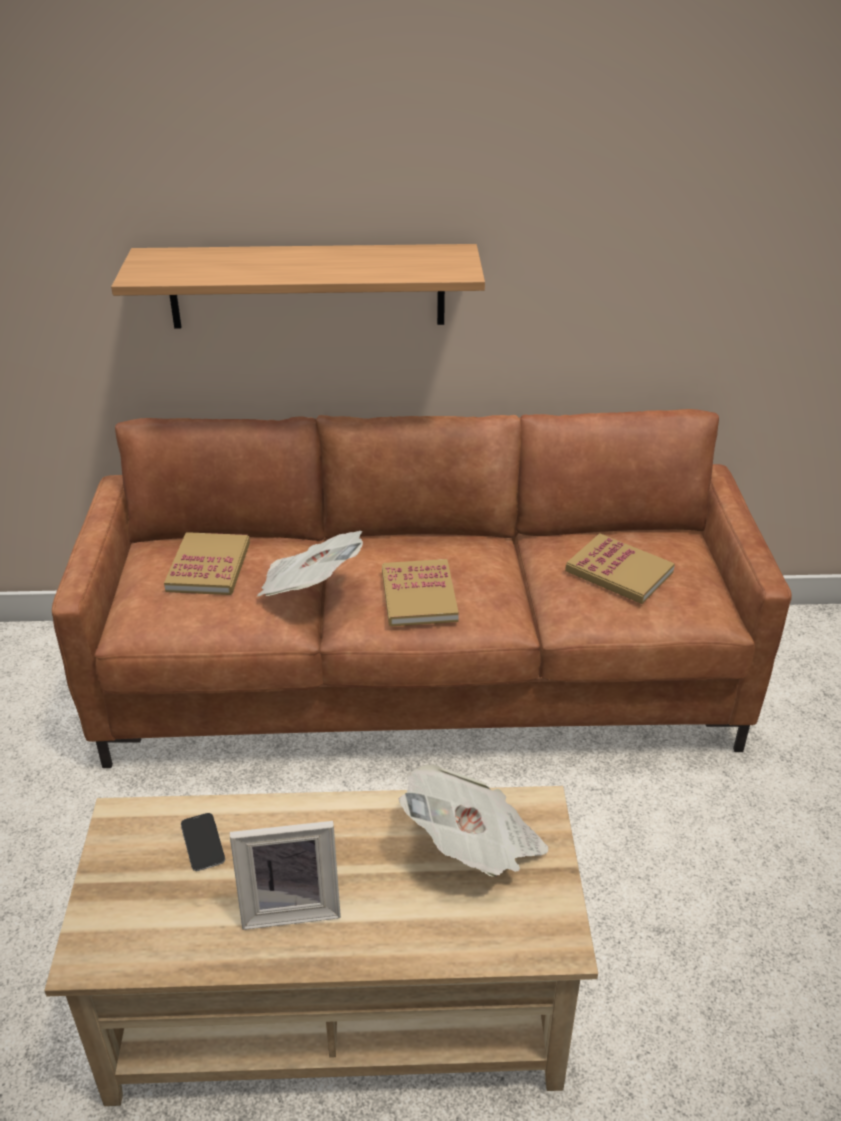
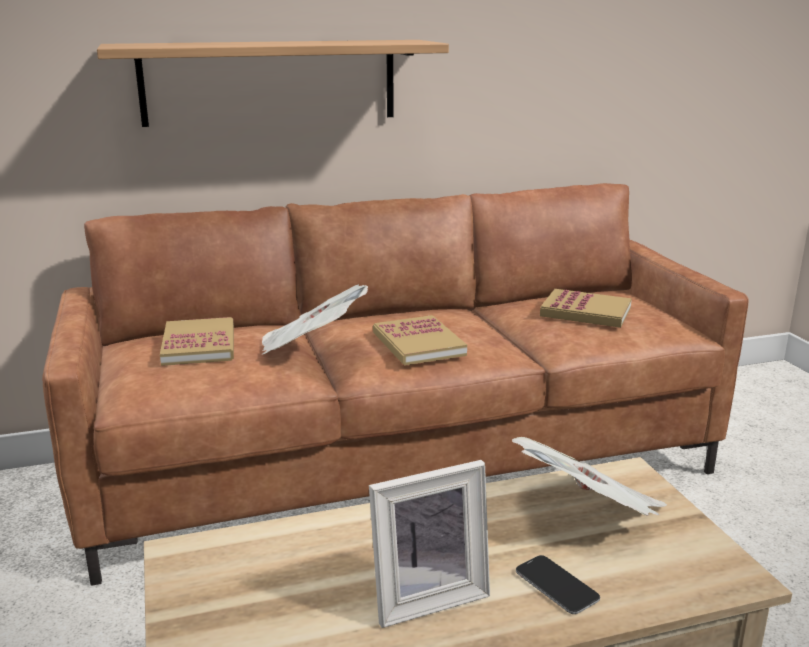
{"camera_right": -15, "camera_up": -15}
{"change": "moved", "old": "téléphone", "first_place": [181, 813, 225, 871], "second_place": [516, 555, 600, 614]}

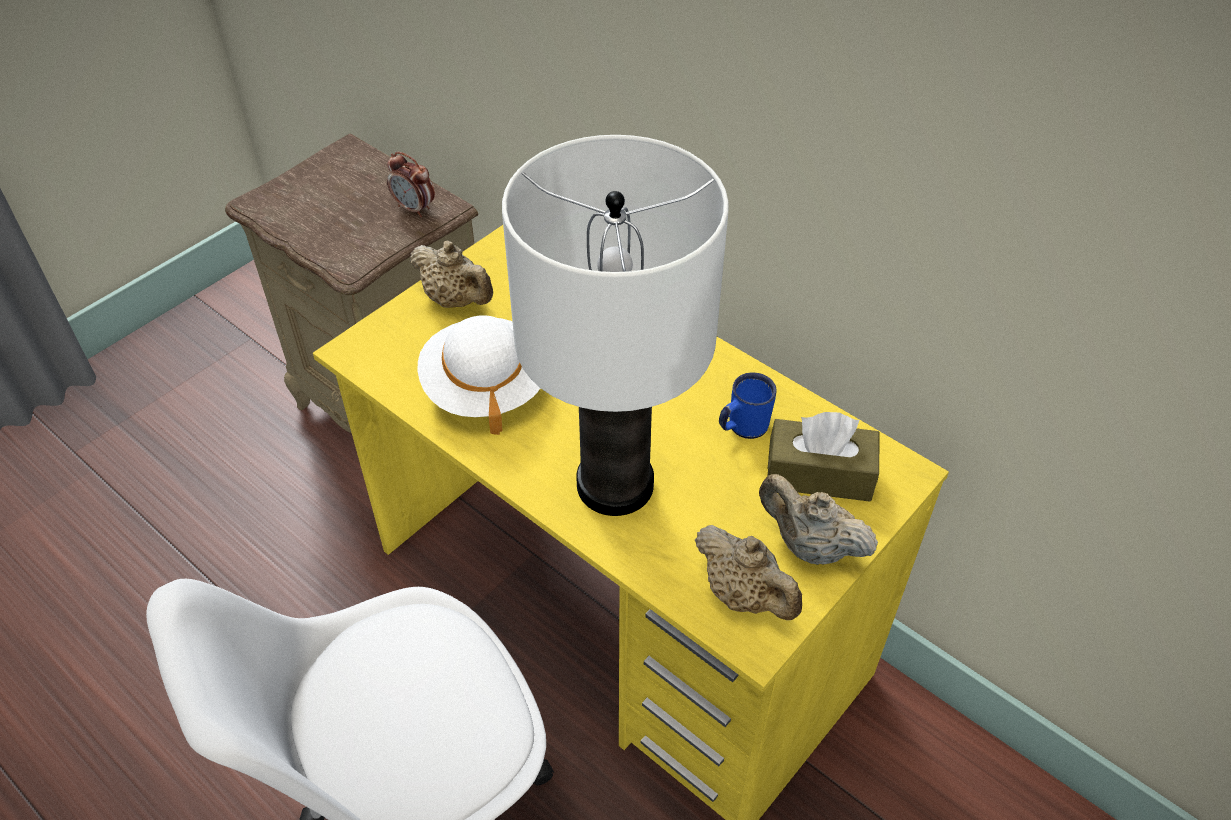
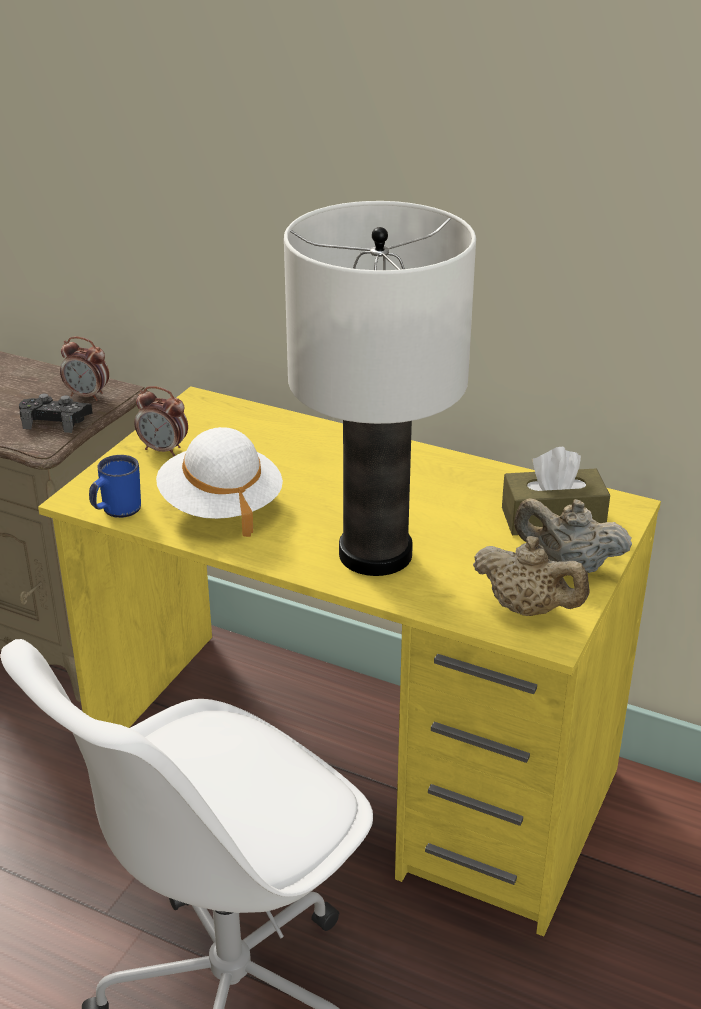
{"camera_right": -15, "camera_up": -15}
{"change": "added", "new": "manette [noir]", "second_place": [19, 393, 93, 433]}
{"change": "moved", "old": "mug [bleu]", "first_place": [719, 372, 777, 439], "second_place": [89, 455, 141, 518]}
{"change": "replaced", "old": "théière [beige]", "new": "réveil", "first_place": [410, 240, 493, 308], "second_place": [134, 386, 188, 456]}

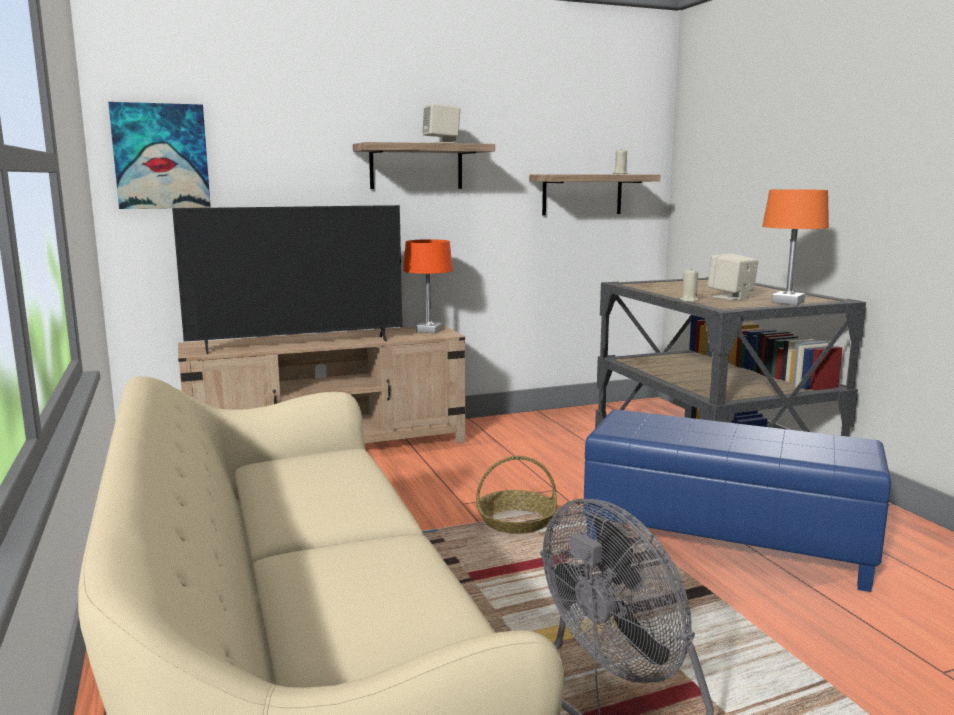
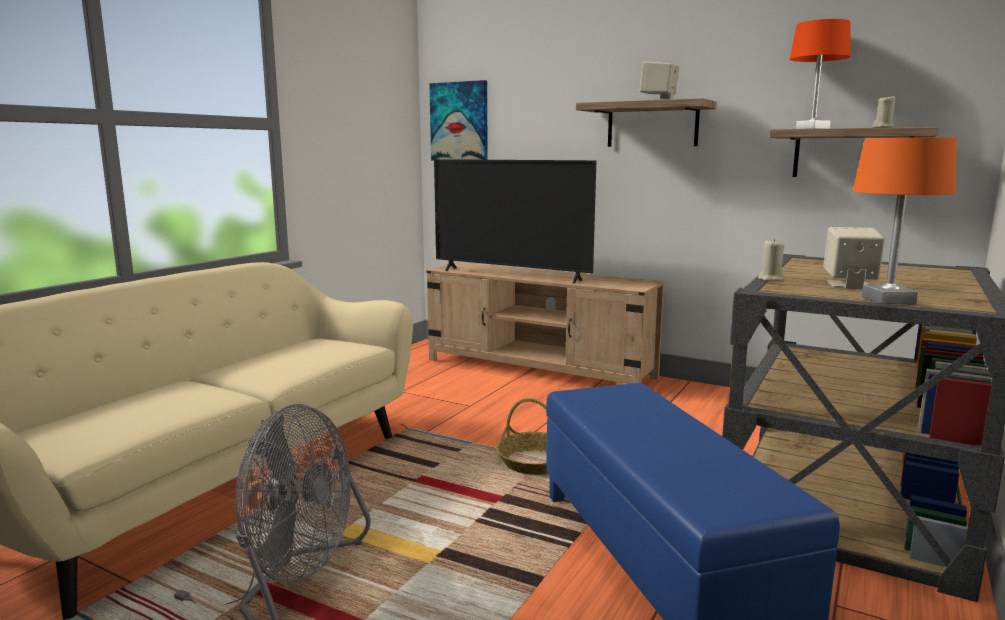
{"camera_right": 50, "camera_up": 0}
{"change": "moved", "old": "lampe de table [orange]", "first_place": [403, 239, 453, 333], "second_place": [790, 19, 851, 129]}

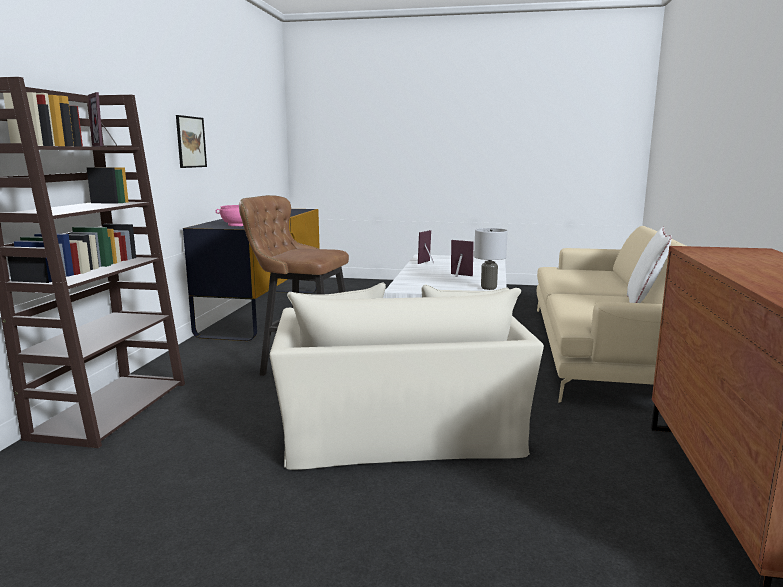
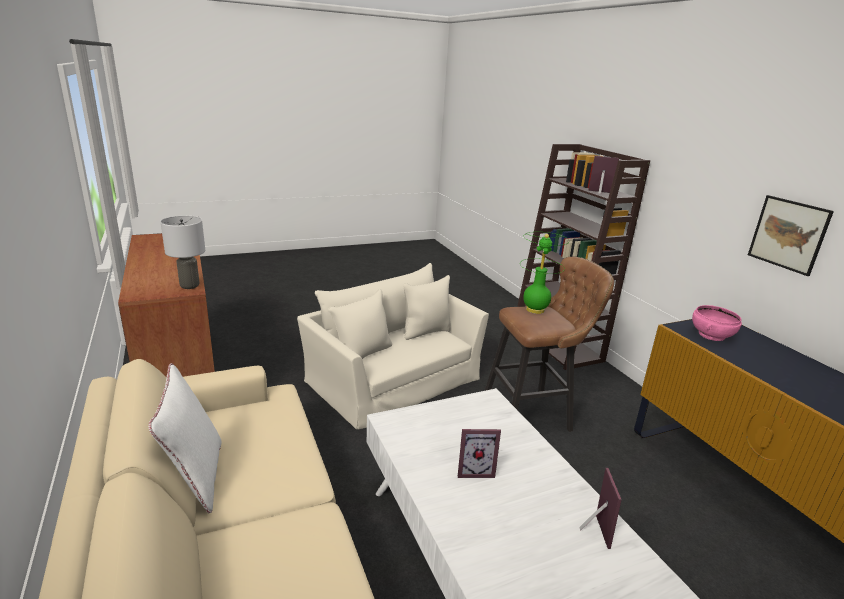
{"camera_right": 145, "camera_up": 10}
{"change": "moved", "old": "lampe de table [blanc]", "first_place": [474, 228, 508, 290], "second_place": [160, 215, 205, 289]}
{"change": "added", "new": "lampe de table [vert]", "second_place": [520, 232, 570, 314]}

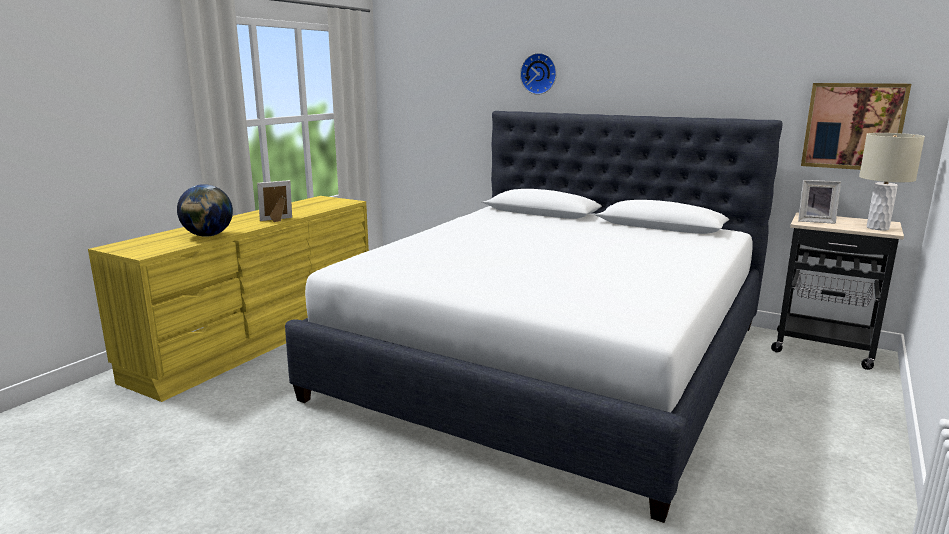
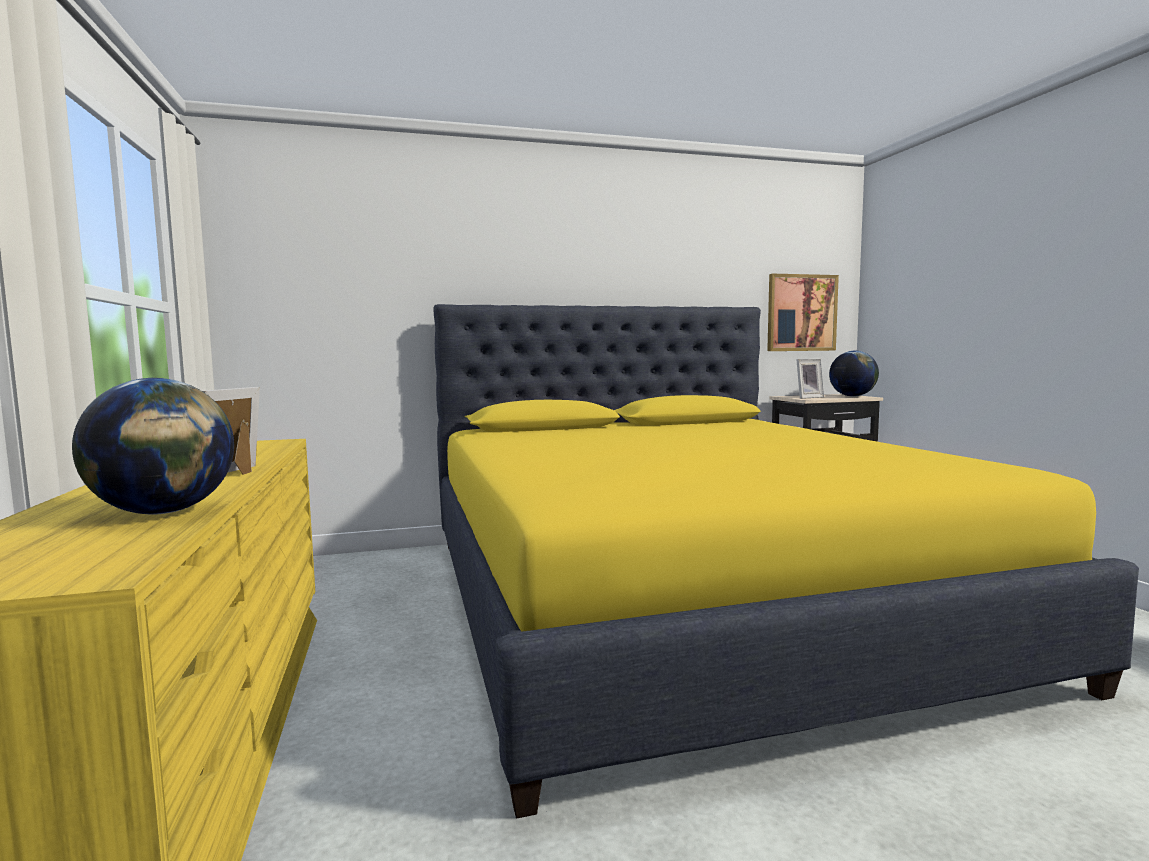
{"camera_right": -45, "camera_up": -10}
{"change": "recoloured", "old": "lit [blanc]", "new": "lit [jaune]", "first_place": [285, 111, 782, 523], "second_place": [434, 304, 1139, 819]}
{"change": "replaced", "old": "lampe de table [beige]", "new": "globe", "first_place": [859, 133, 925, 230], "second_place": [829, 350, 879, 397]}
{"change": "removed", "old": "horloge murale", "first_place": [520, 53, 557, 95]}

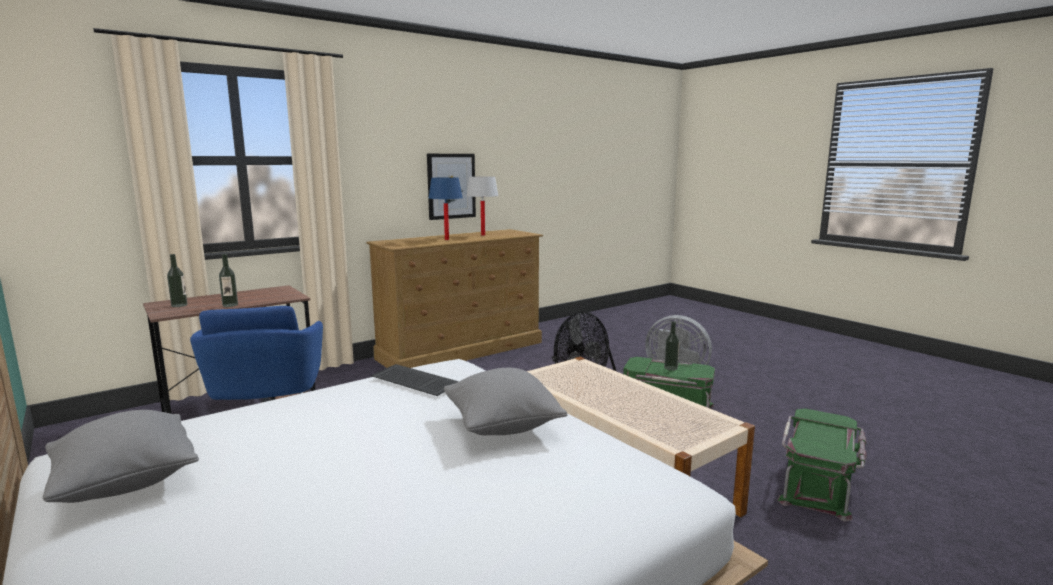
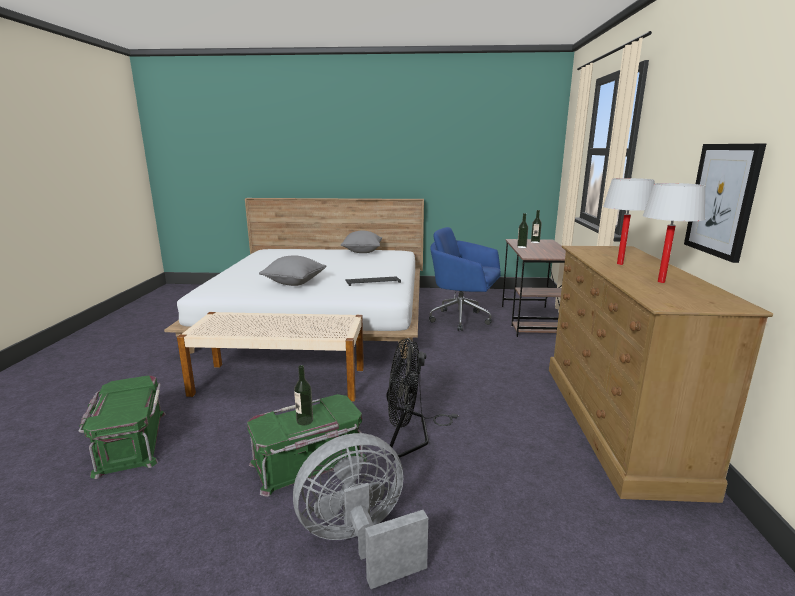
{"camera_right": 130, "camera_up": 5}
{"change": "recoloured", "old": "lampe de table [bleu]", "new": "lampe de table [blanc]", "first_place": [429, 177, 463, 240], "second_place": [603, 178, 654, 265]}

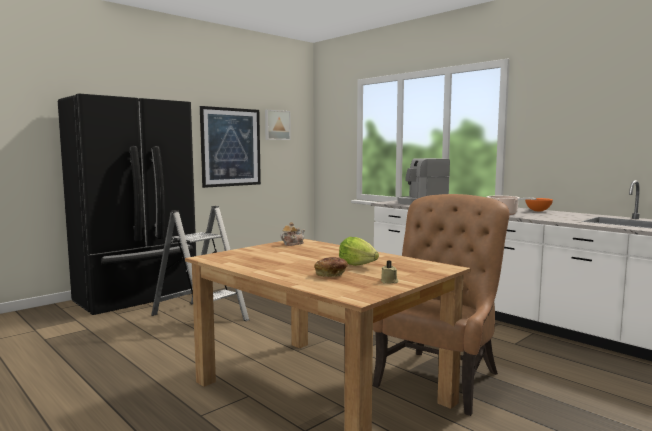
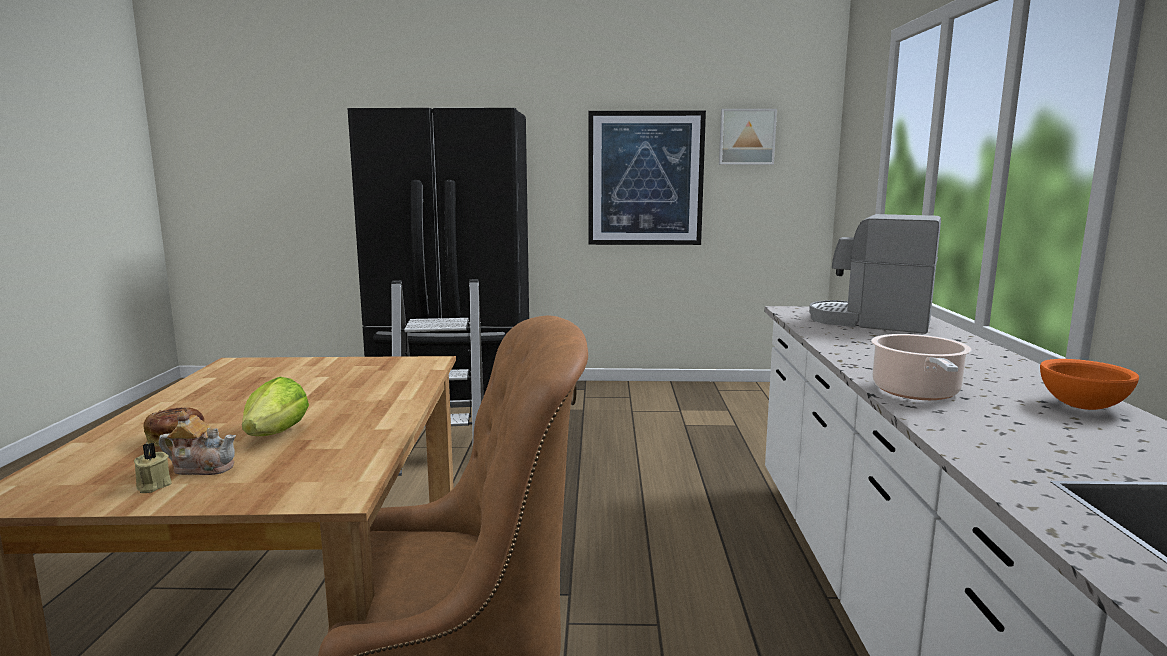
{"camera_right": 45, "camera_up": 5}
{"change": "moved", "old": "théière", "first_place": [281, 222, 305, 246], "second_place": [159, 411, 236, 475]}

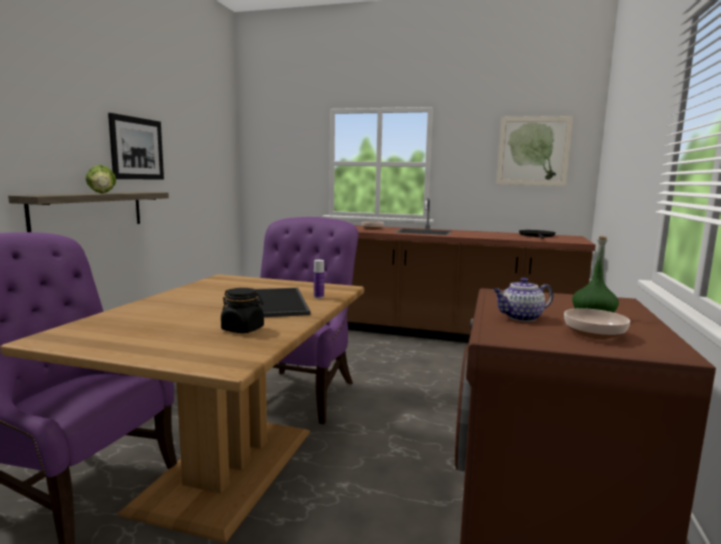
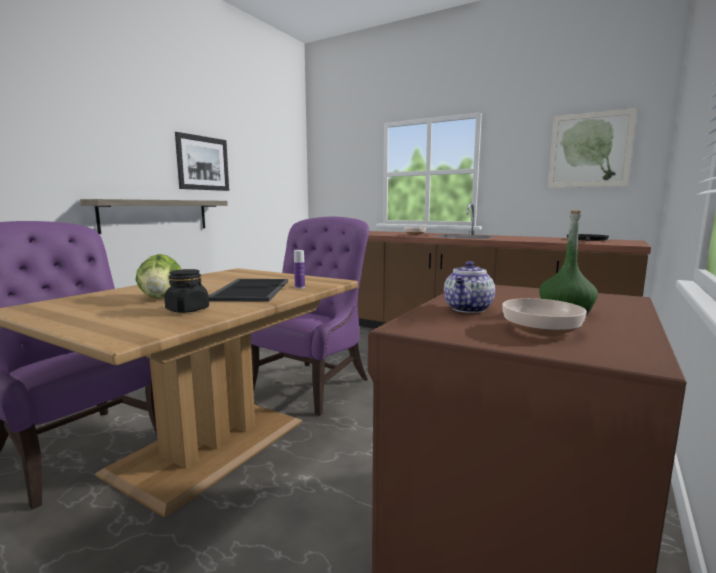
{"camera_right": 15, "camera_up": 0}
{"change": "moved", "old": "laitue", "first_place": [86, 165, 116, 193], "second_place": [135, 254, 181, 299]}
{"change": "turned", "old": "théière", "first_place": [493, 278, 553, 322], "second_place": [444, 261, 495, 313], "degrees": -60}

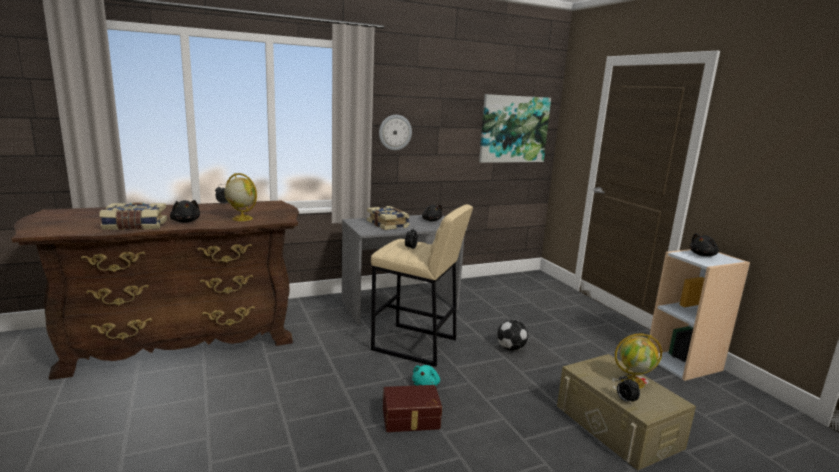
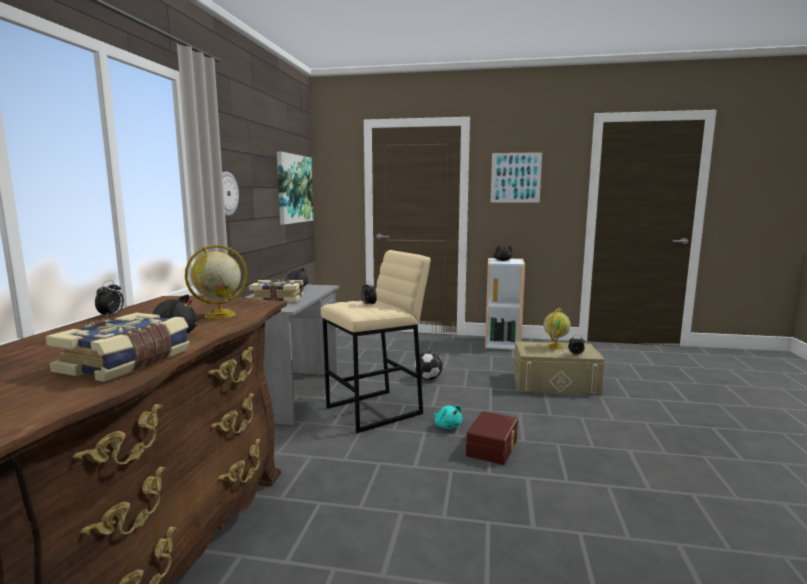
{"camera_right": -55, "camera_up": -5}
{"change": "added", "new": "tableau", "second_place": [491, 152, 542, 203]}

